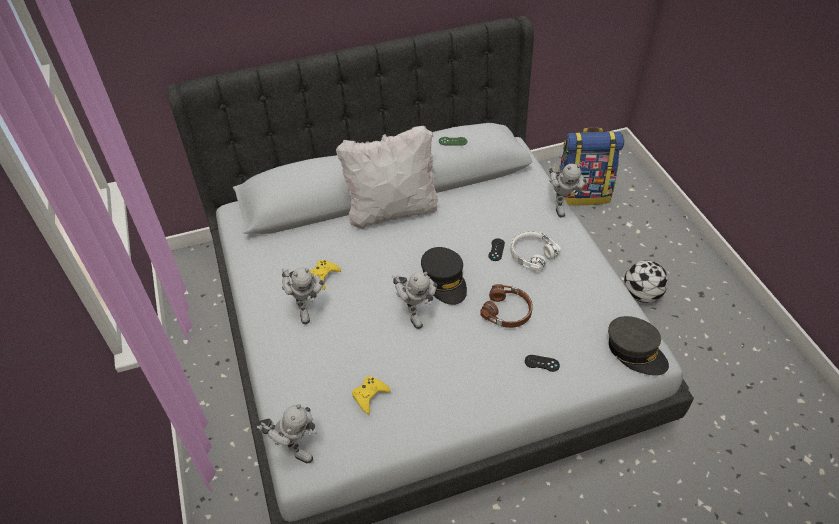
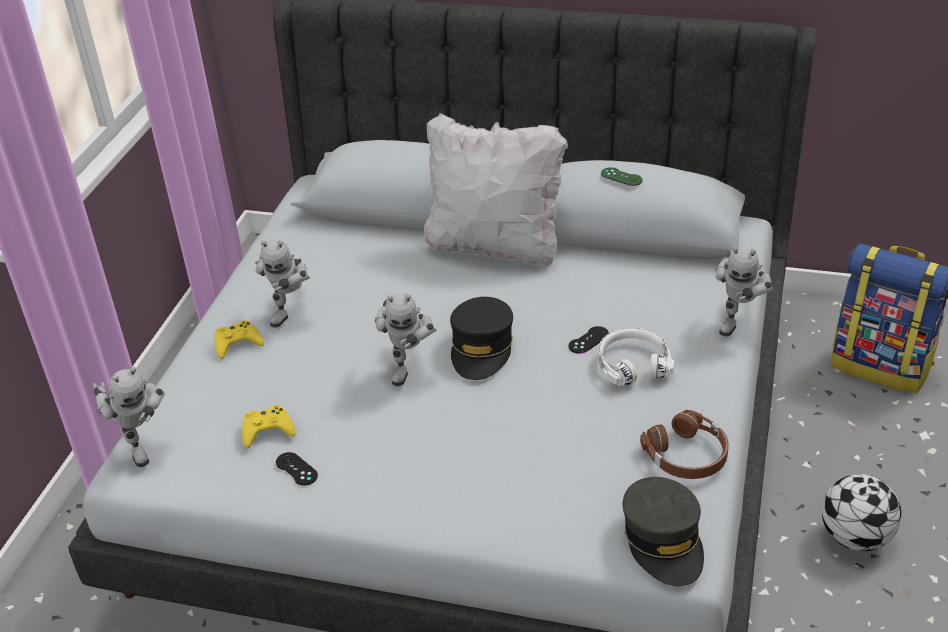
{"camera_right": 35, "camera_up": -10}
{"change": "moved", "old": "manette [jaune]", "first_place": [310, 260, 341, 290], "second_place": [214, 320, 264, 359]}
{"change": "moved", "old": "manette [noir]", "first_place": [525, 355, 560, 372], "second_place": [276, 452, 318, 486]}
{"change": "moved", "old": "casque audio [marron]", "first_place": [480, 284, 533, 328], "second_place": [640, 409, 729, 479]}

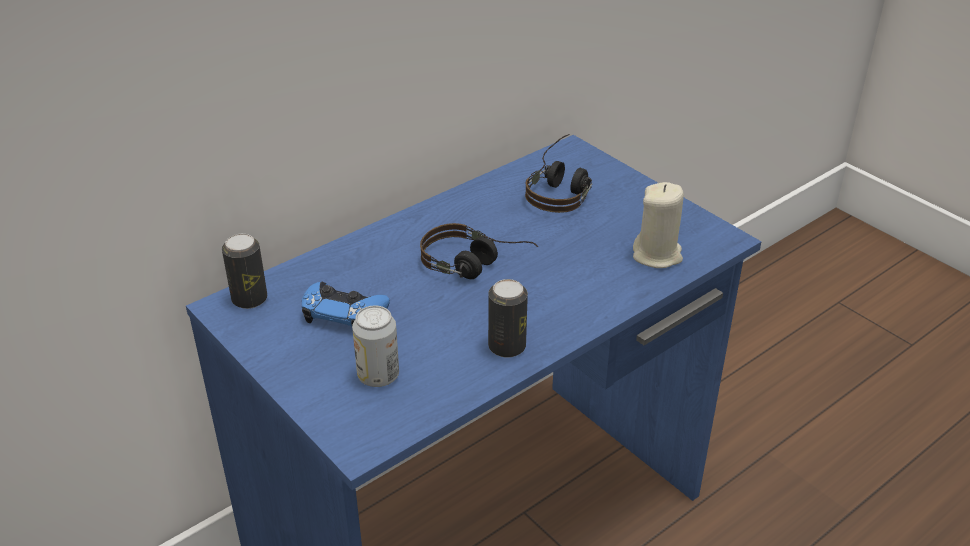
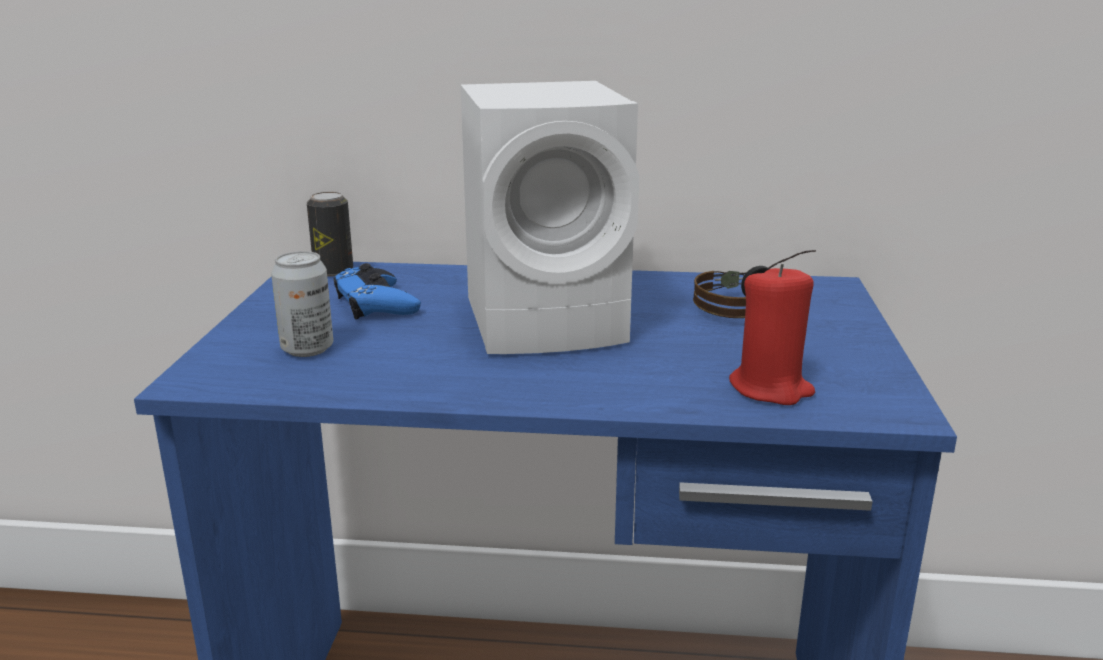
{"camera_right": 45, "camera_up": -15}
{"change": "replaced", "old": "casque audio", "new": "enceinte [blanc]", "first_place": [420, 223, 538, 279], "second_place": [461, 81, 639, 354]}
{"change": "recoloured", "old": "bougie [beige]", "new": "bougie [rouge]", "first_place": [633, 182, 684, 268], "second_place": [729, 264, 815, 405]}
{"change": "removed", "old": "boîte métallique", "first_place": [488, 279, 528, 358]}

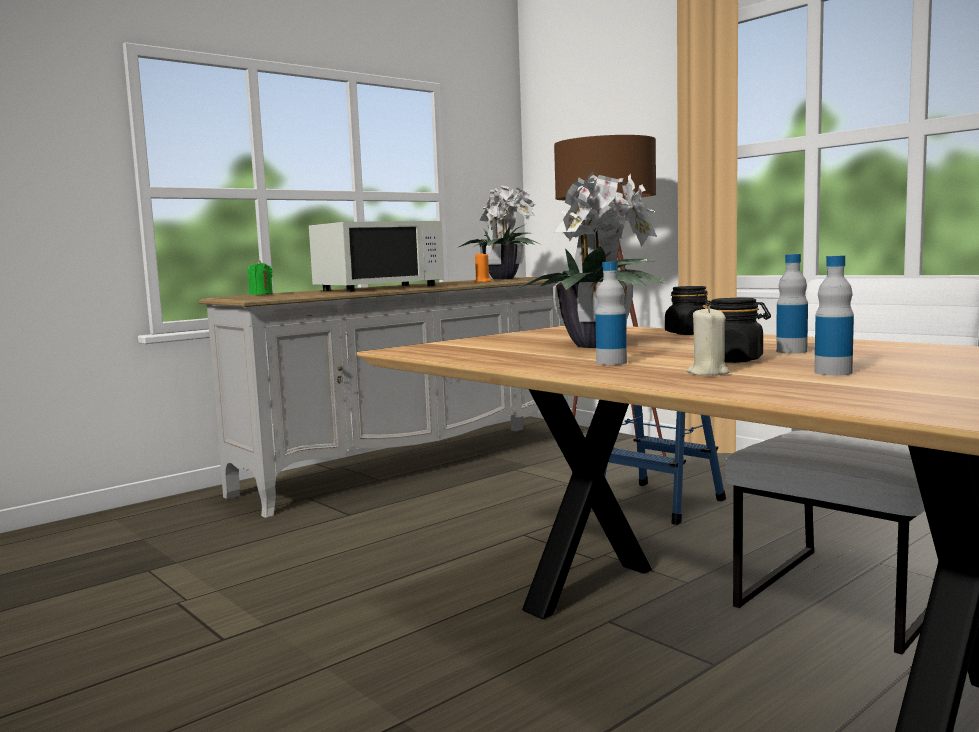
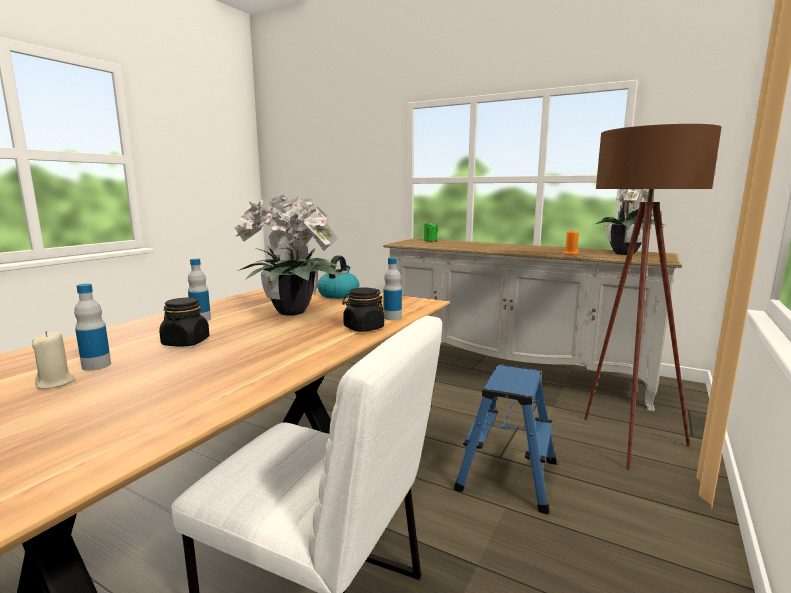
{"camera_right": 70, "camera_up": 5}
{"change": "moved", "old": "bougie [beige]", "first_place": [687, 306, 729, 376], "second_place": [32, 331, 75, 389]}
{"change": "added", "new": "bouilloire", "second_place": [317, 255, 359, 299]}
{"change": "moved", "old": "bouteille", "first_place": [776, 254, 808, 353], "second_place": [383, 257, 402, 320]}
{"change": "removed", "old": "micro-ondes [blanc]", "first_place": [309, 221, 444, 292]}

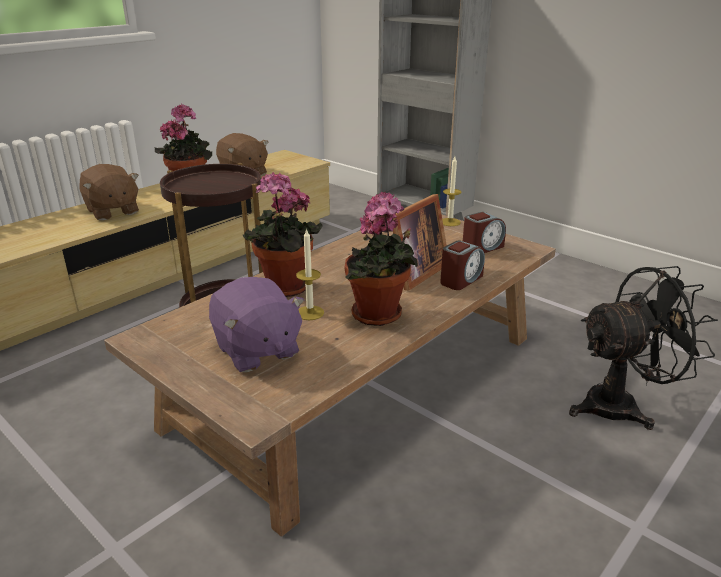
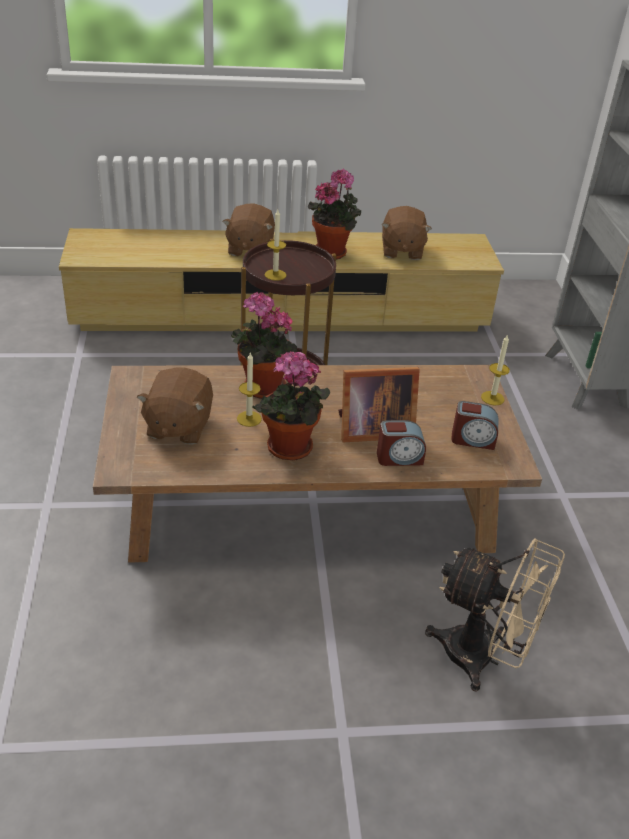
{"camera_right": 40, "camera_up": 10}
{"change": "recoloured", "old": "peluche [violet]", "new": "peluche [marron]", "first_place": [209, 277, 305, 372], "second_place": [137, 368, 213, 445]}
{"change": "added", "new": "bougie", "second_place": [265, 210, 286, 281]}
{"change": "recoloured", "old": "ventilateur [noir]", "new": "ventilateur [beige]", "first_place": [569, 266, 718, 430], "second_place": [425, 538, 565, 692]}

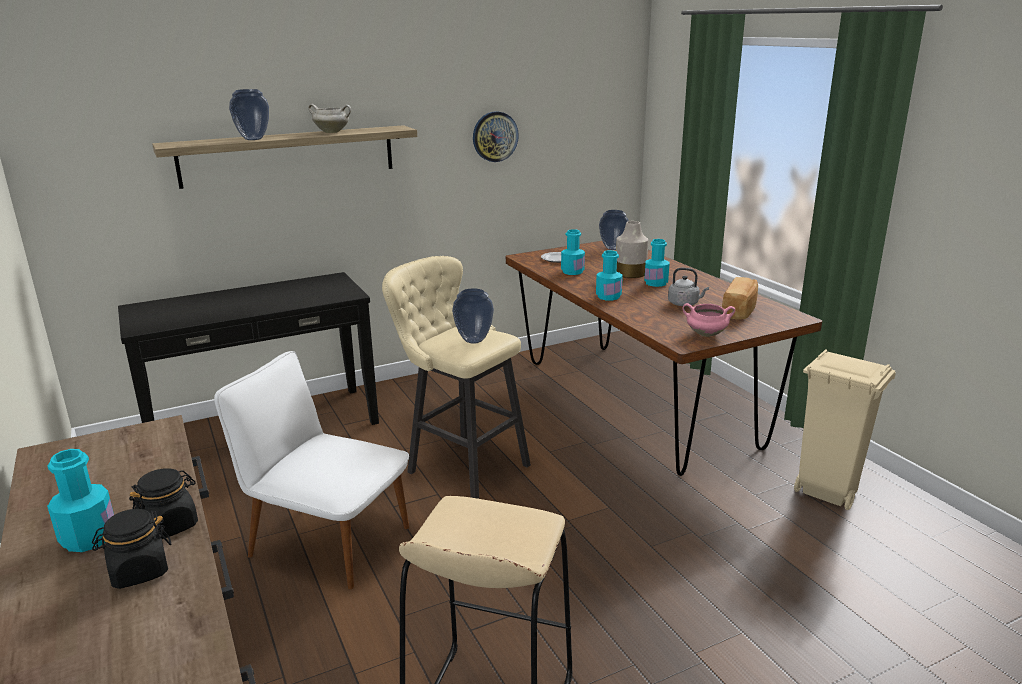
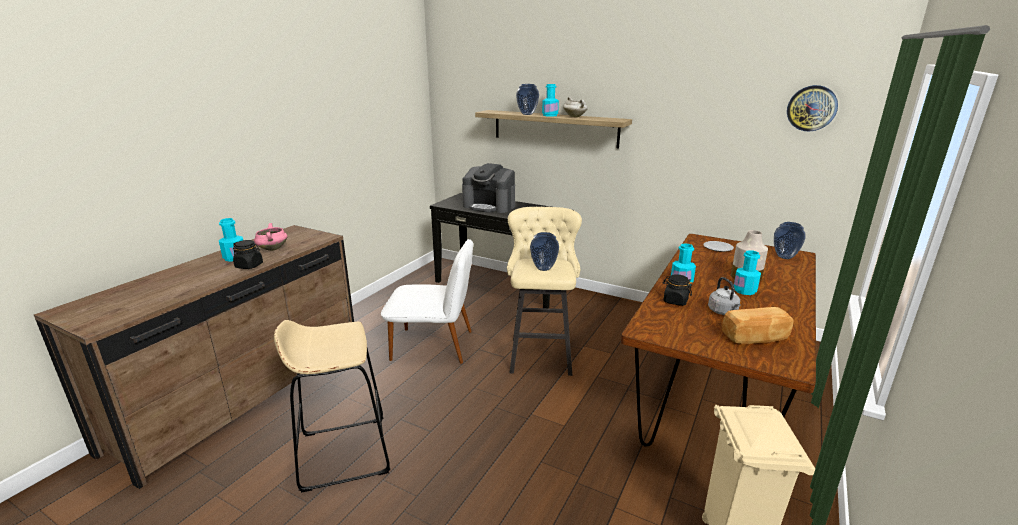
{"camera_right": 55, "camera_up": 0}
{"change": "moved", "old": "marmite [rose]", "first_place": [682, 303, 735, 337], "second_place": [254, 223, 288, 251]}
{"change": "turned", "old": "chaise [blanc]", "first_place": [214, 351, 409, 589], "second_place": [381, 239, 473, 364], "degrees": 105}
{"change": "added", "new": "machine à café", "second_place": [462, 163, 515, 213]}
{"change": "moved", "old": "bouteille [turquoise]", "first_place": [561, 229, 585, 275], "second_place": [542, 84, 559, 117]}
{"change": "moved", "old": "bocal [noir]", "first_place": [92, 509, 171, 589], "second_place": [663, 274, 692, 306]}
{"change": "moved", "old": "horloge murale", "first_place": [473, 111, 519, 162], "second_place": [787, 85, 838, 131]}

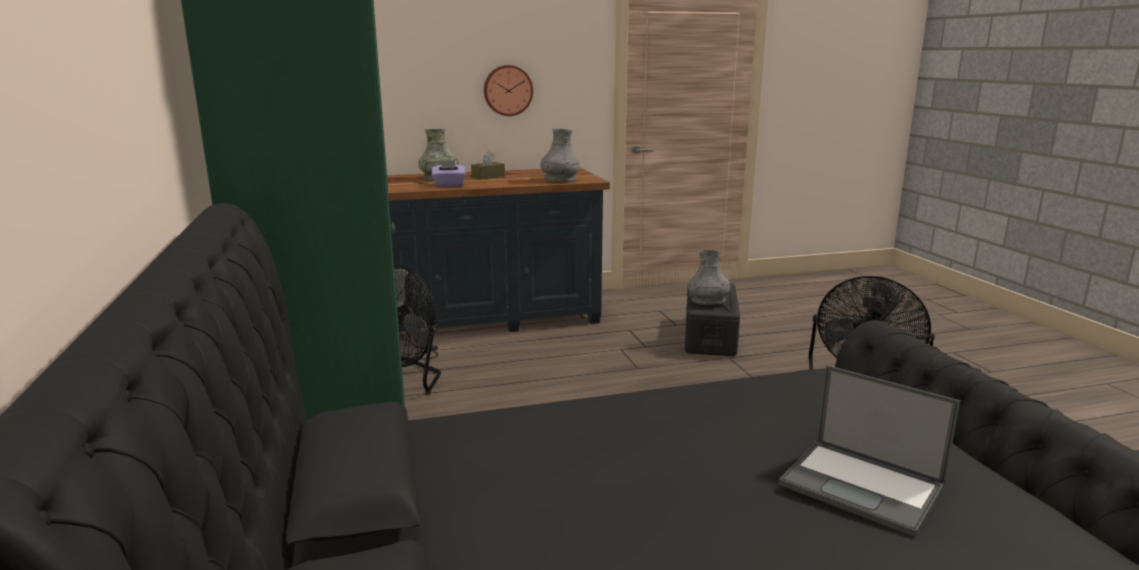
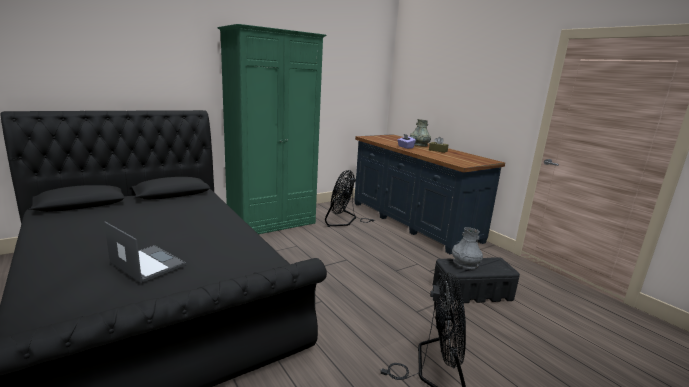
{"camera_right": 70, "camera_up": 0}
{"change": "turned", "old": "ordinateur portable", "first_place": [779, 365, 960, 537], "second_place": [104, 222, 186, 283], "degrees": 105}
{"change": "removed", "old": "horloge murale", "first_place": [484, 65, 533, 116]}
{"change": "removed", "old": "vase [gris]", "first_place": [540, 129, 580, 182]}

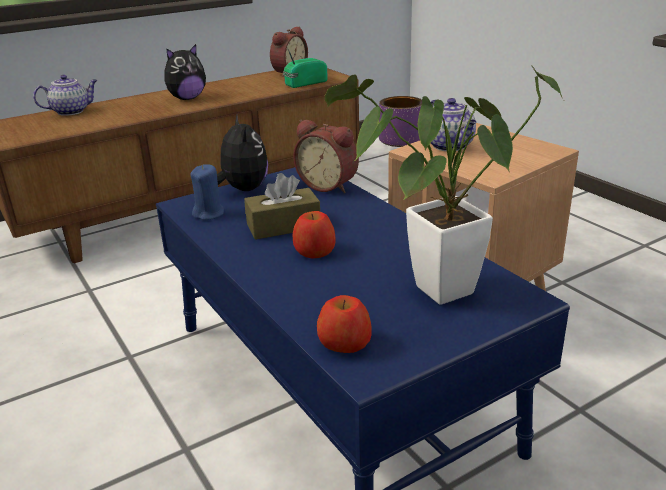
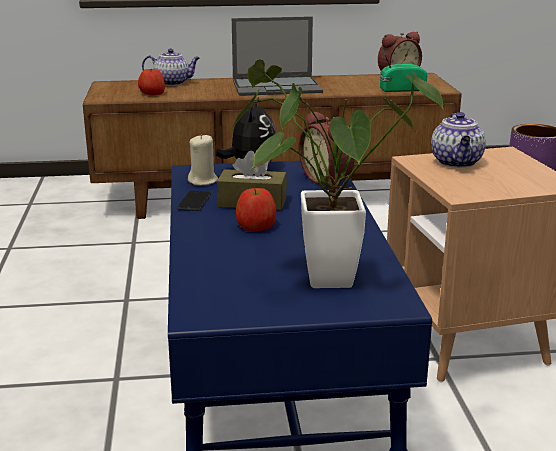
{"camera_right": 25, "camera_up": -5}
{"change": "moved", "old": "pomme", "first_place": [317, 295, 372, 353], "second_place": [138, 69, 165, 96]}
{"change": "added", "new": "téléphone", "second_place": [177, 191, 211, 211]}
{"change": "recoloured", "old": "bougie [bleu]", "new": "bougie [beige]", "first_place": [190, 164, 224, 220], "second_place": [188, 134, 218, 185]}
{"change": "replaced", "old": "peluche", "new": "ordinateur portable", "first_place": [165, 44, 206, 100], "second_place": [232, 16, 323, 96]}

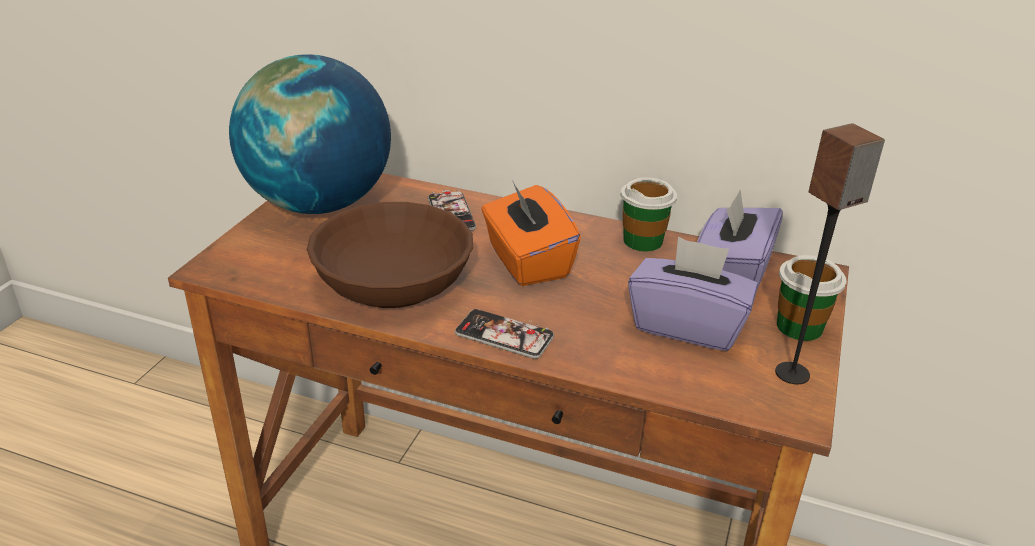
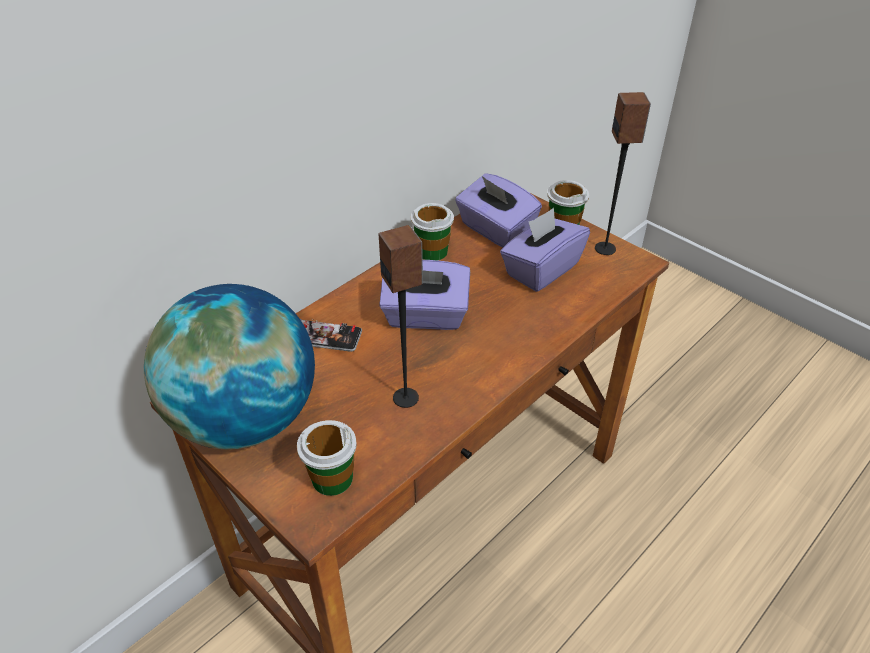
{"camera_right": -65, "camera_up": 10}
{"change": "added", "new": "tasse", "second_place": [297, 420, 357, 496]}
{"change": "replaced", "old": "bol [marron]", "new": "enceinte", "first_place": [307, 202, 473, 308], "second_place": [379, 225, 423, 408]}
{"change": "recoloured", "old": "boîte à mouchoirs [orange]", "new": "boîte à mouchoirs [violet]", "first_place": [481, 182, 581, 286], "second_place": [379, 260, 470, 330]}
{"change": "removed", "old": "téléphone", "first_place": [455, 309, 554, 359]}

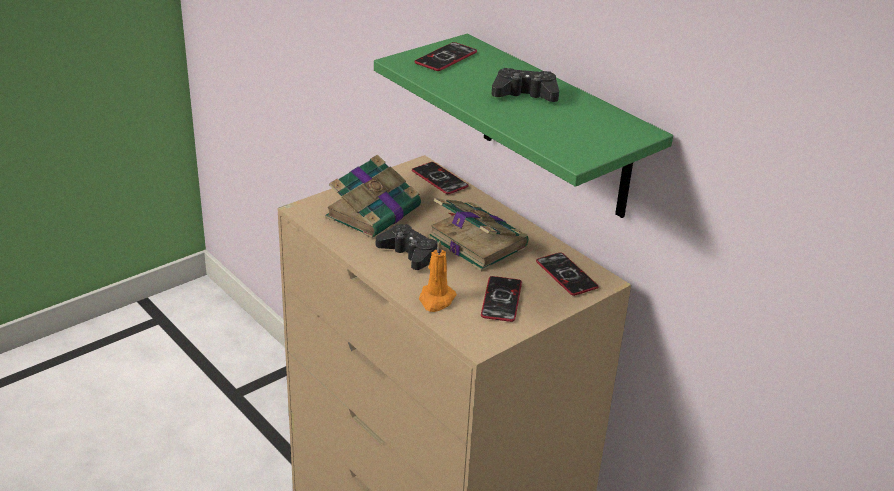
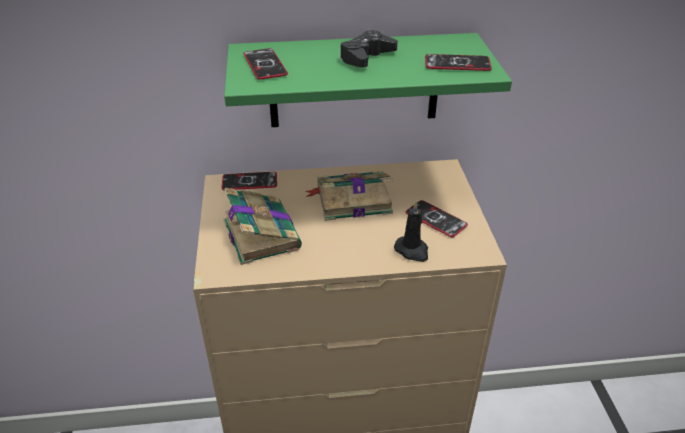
{"camera_right": -55, "camera_up": 5}
{"change": "recoloured", "old": "bougie [orange]", "new": "bougie [noir]", "first_place": [419, 240, 457, 312], "second_place": [394, 201, 428, 262]}
{"change": "moved", "old": "téléphone", "first_place": [536, 252, 599, 296], "second_place": [425, 54, 492, 71]}
{"change": "removed", "old": "manette [noir]", "first_place": [376, 224, 438, 270]}

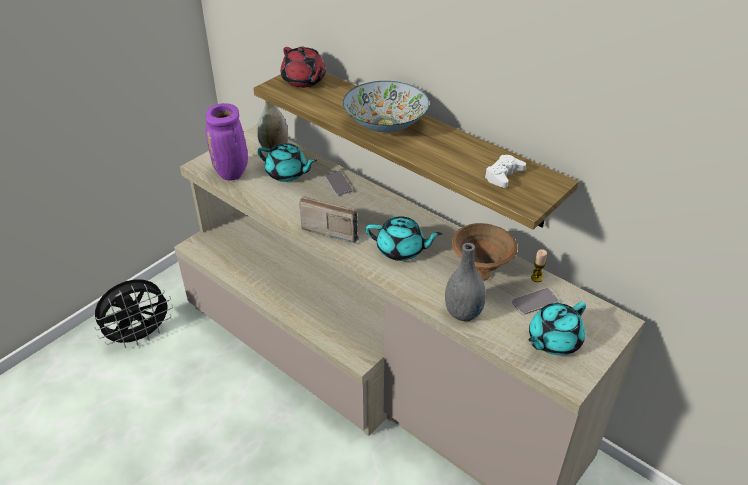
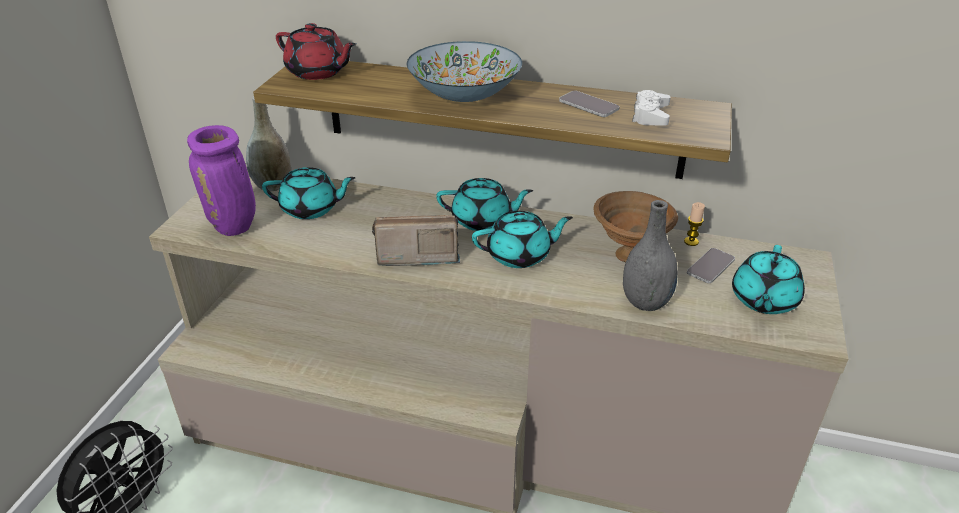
{"camera_right": -25, "camera_up": -5}
{"change": "added", "new": "théière [turquoise]", "second_place": [436, 178, 533, 231]}
{"change": "moved", "old": "téléphone", "first_place": [325, 171, 353, 195], "second_place": [559, 91, 620, 117]}

